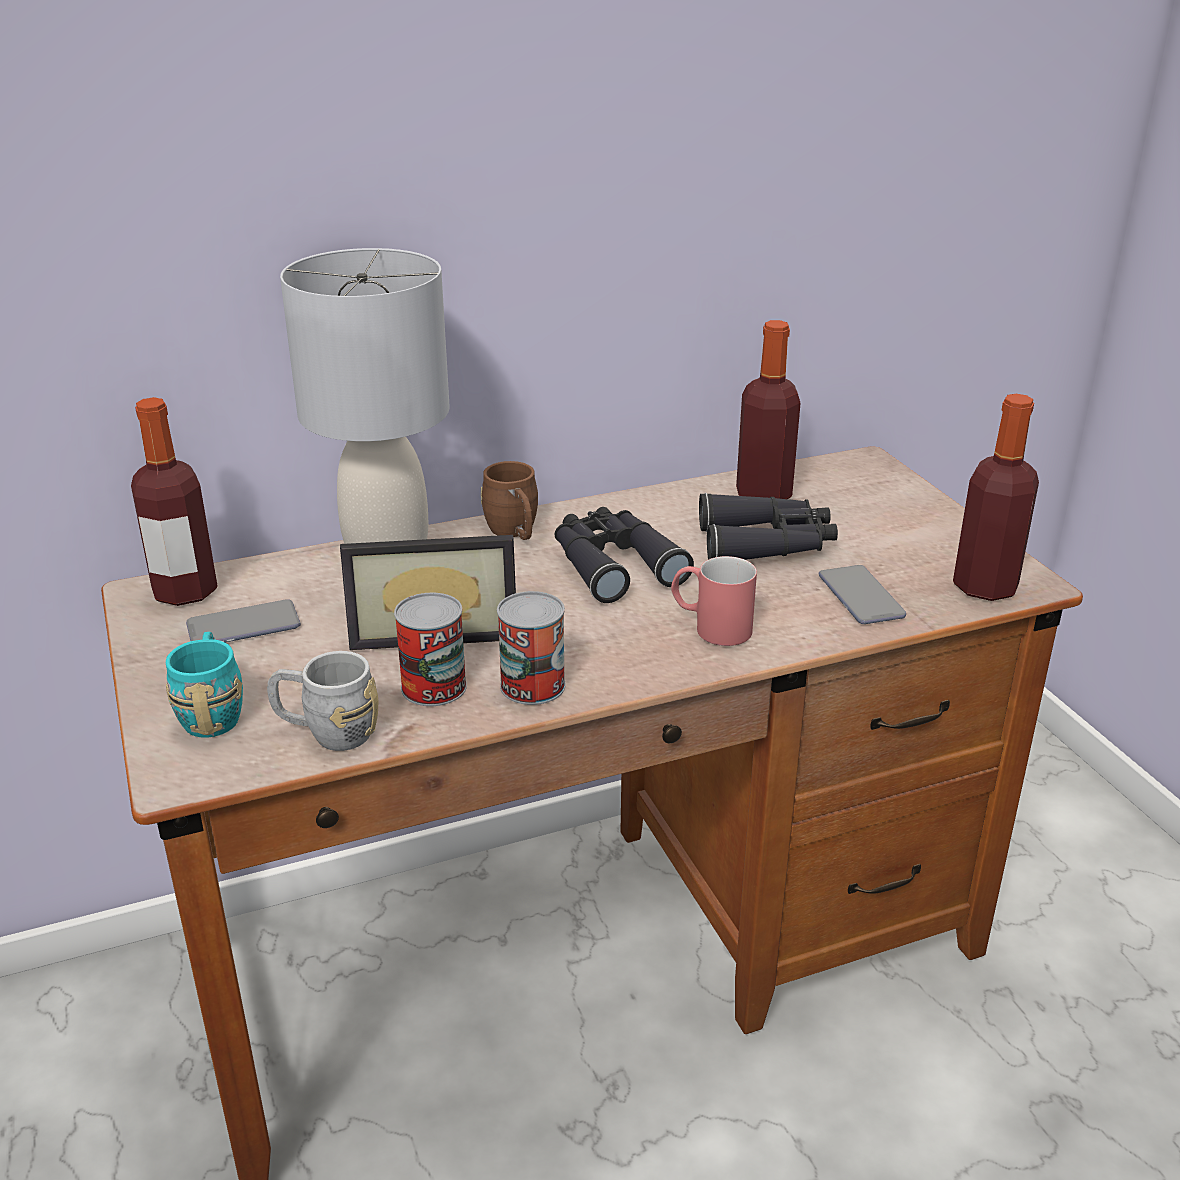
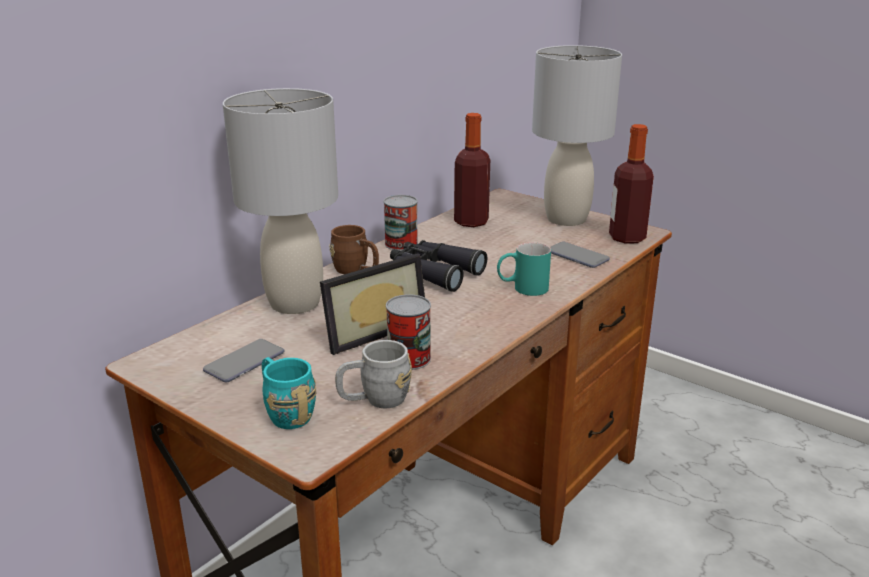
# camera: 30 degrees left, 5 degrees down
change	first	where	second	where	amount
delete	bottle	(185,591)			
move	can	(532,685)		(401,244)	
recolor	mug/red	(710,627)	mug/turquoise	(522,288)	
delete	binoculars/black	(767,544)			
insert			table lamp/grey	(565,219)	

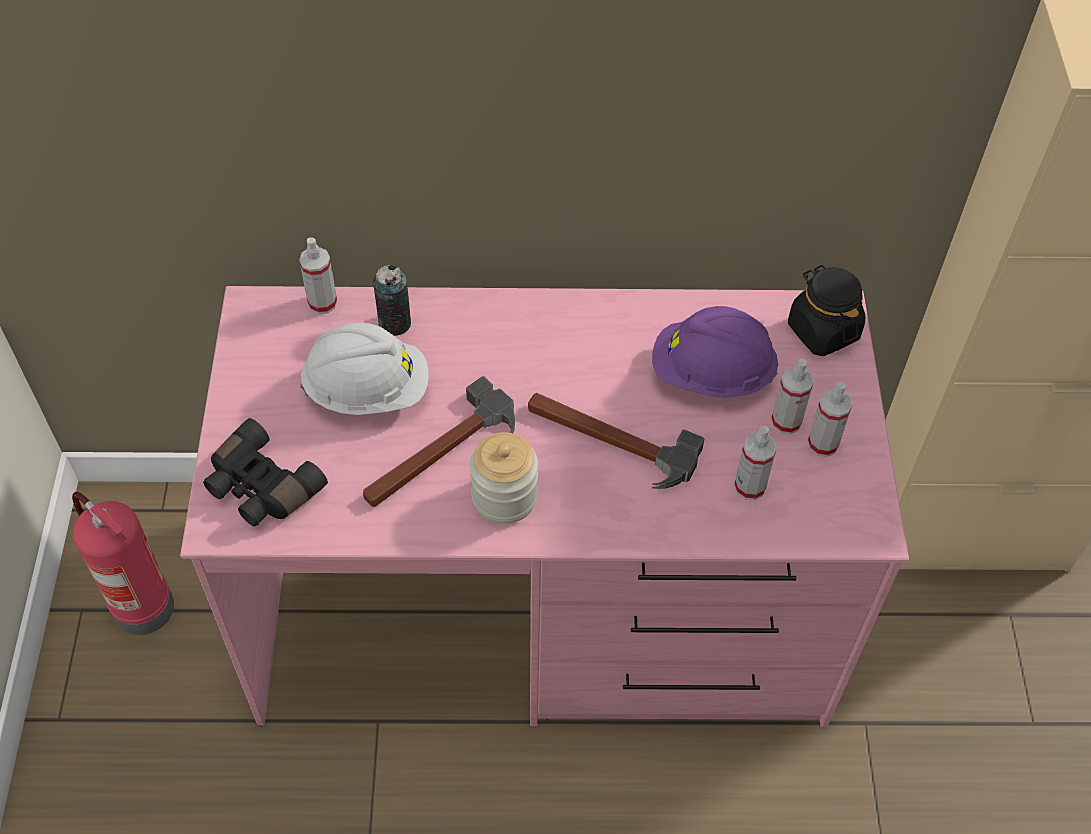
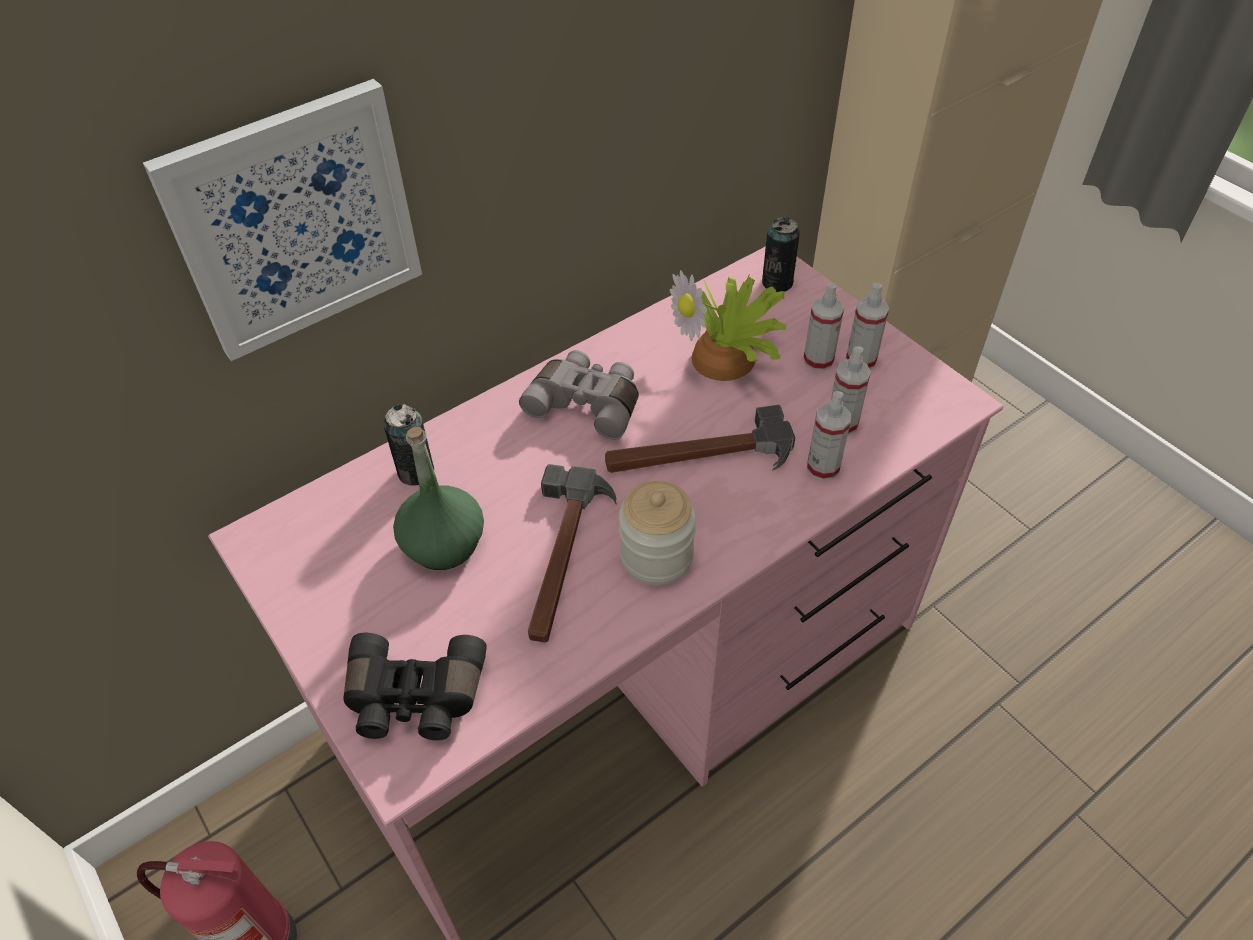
# camera: 35 degrees left, 5 degrees down
change	first	where	second	where	amount
move	spray bottle	(322,303)		(822,468)	
replace	hard hat/white	(367,390)	bottle/green	(443,544)	
replace	hard hat/purple	(711,374)	potted plant	(727,359)	
replace	jar/black	(822,331)	can	(777,282)	
insert			picture	(295,221)	
insert			binoculars/grey	(587,403)	

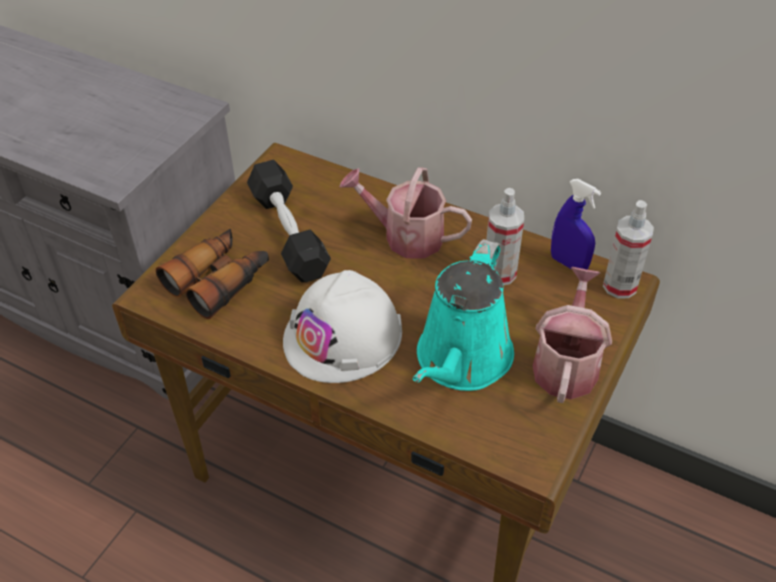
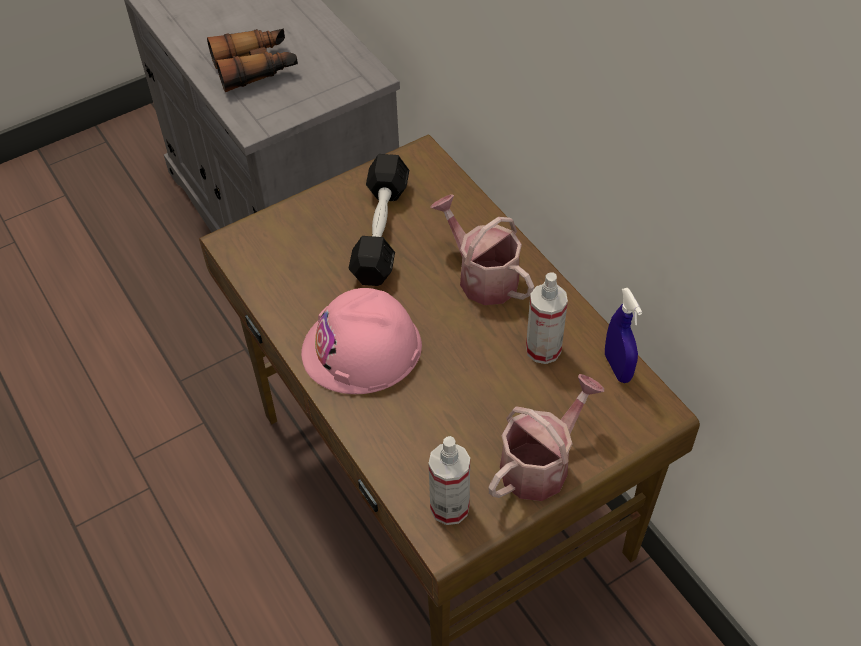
# camera: 30 degrees right, 5 degrees up
change	first	where	second	where	amount
move	binoculars	(219,280)		(255,67)	
recolor	hard hat/white	(343,336)	hard hat/pink	(362,349)	
delete	watering can/turquoise	(461,361)			
move	spray bottle	(620,286)		(449,507)	

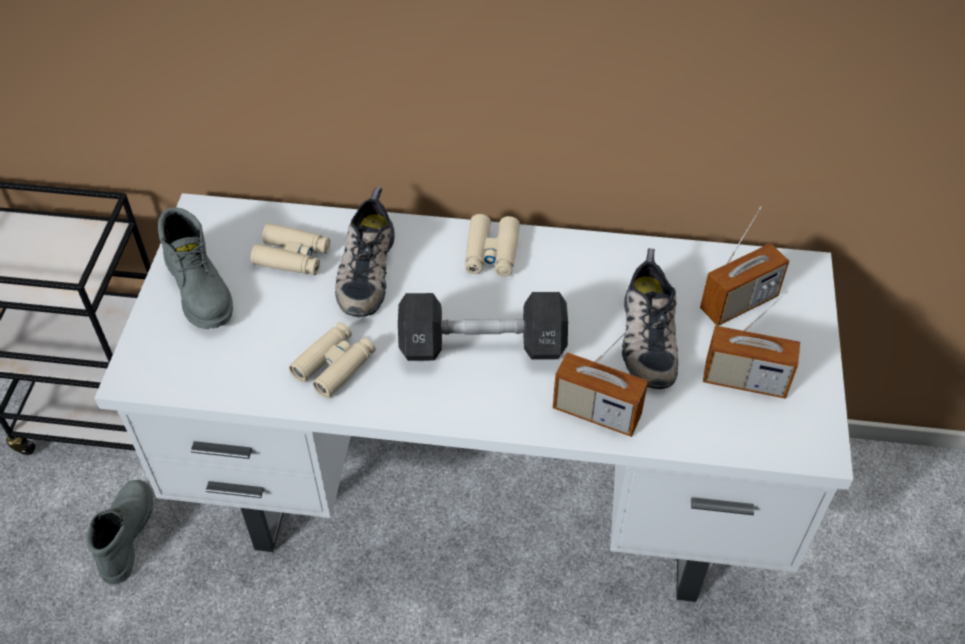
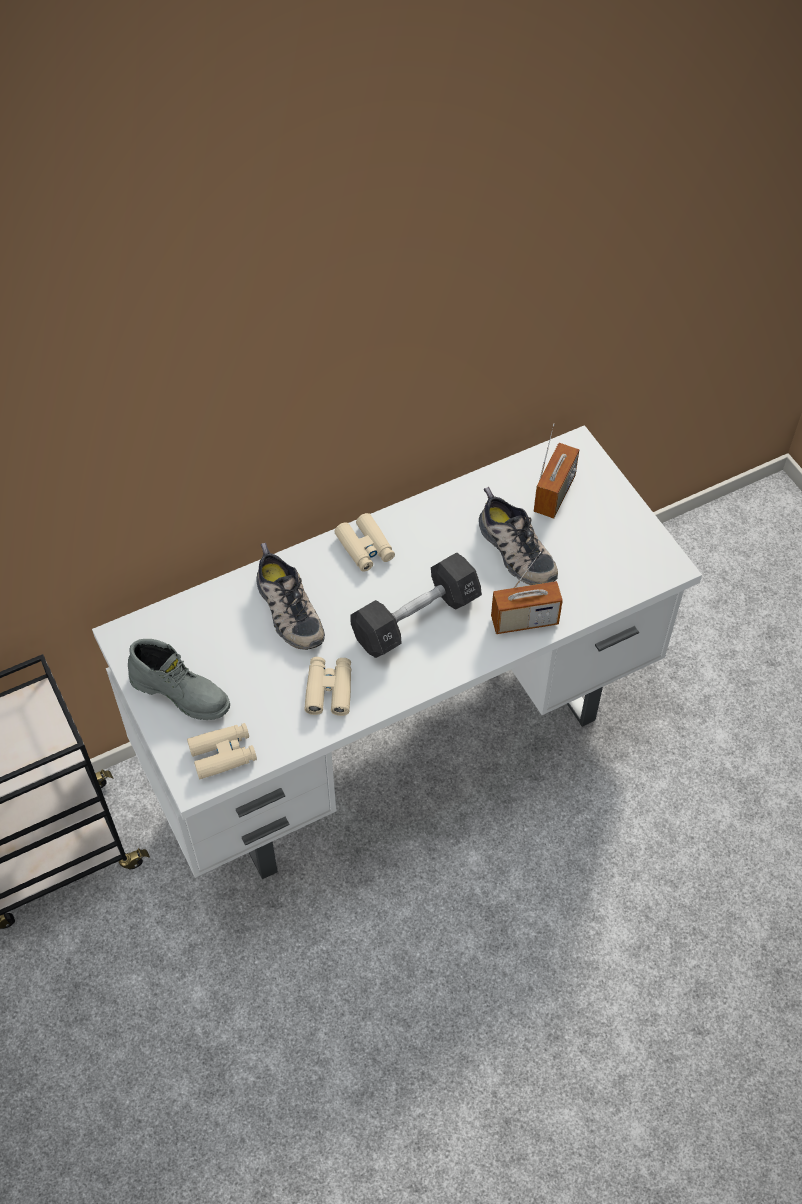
# camera: 35 degrees left, 5 degrees up
change	first	where	second	where	amount
delete	boot/grey	(125,534)			
move	binoculars/beige	(293,256)		(223,754)	
delete	radio	(744,380)			

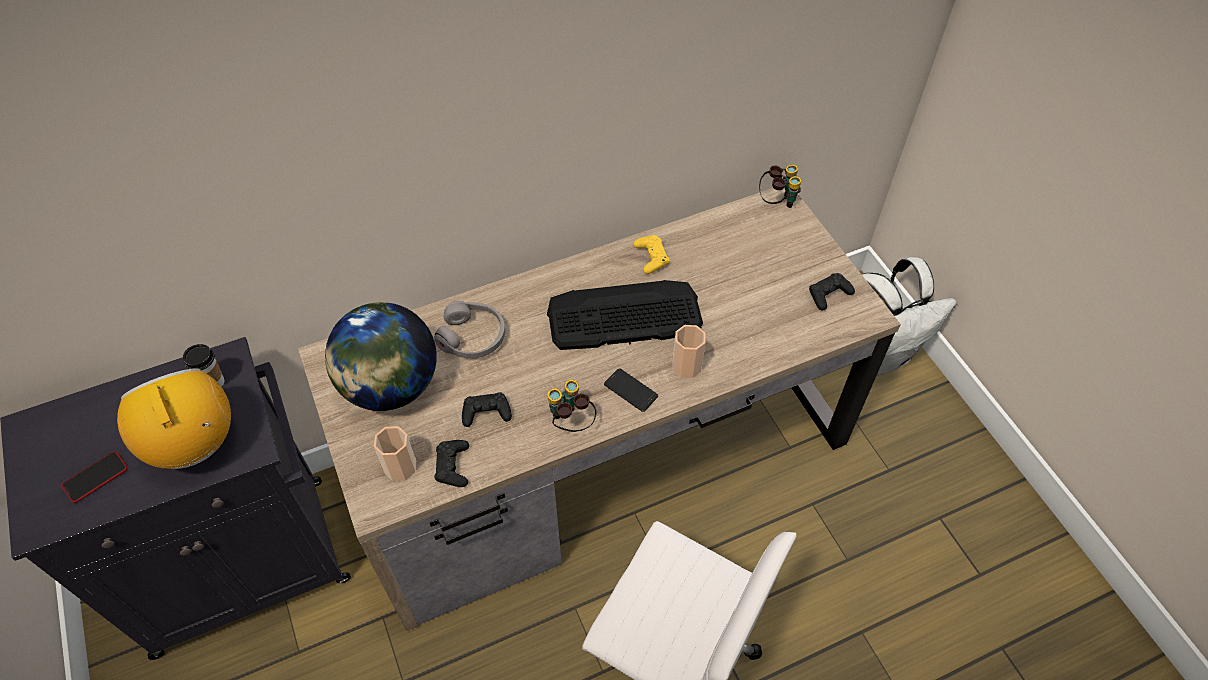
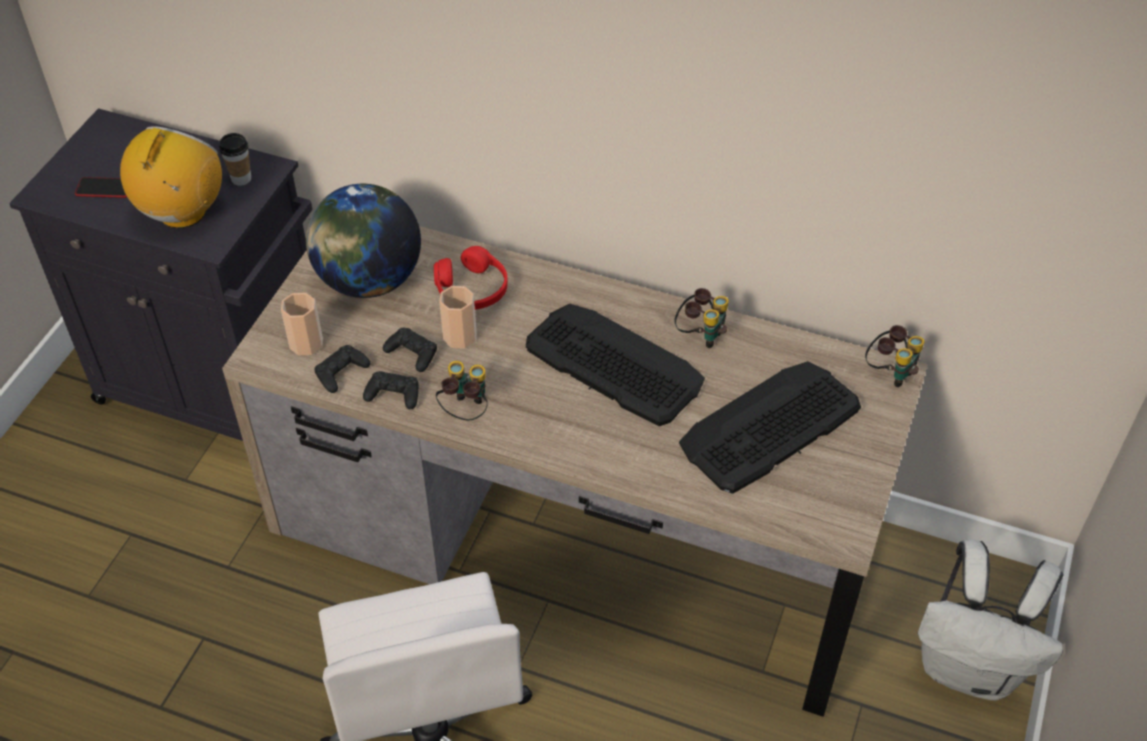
# camera: 45 degrees right, 5 degrees down
change	first	where	second	where	amount
recolor	headphones/grey	(472,337)	headphones/red	(472,289)	
delete	phone	(630,390)			
replace	game controller/yellow	(651,257)	binoculars	(700,334)	
move	cup	(686,366)		(460,336)	
move	game controller/black	(829,294)		(393,394)	
insert			keyboard	(769,427)	

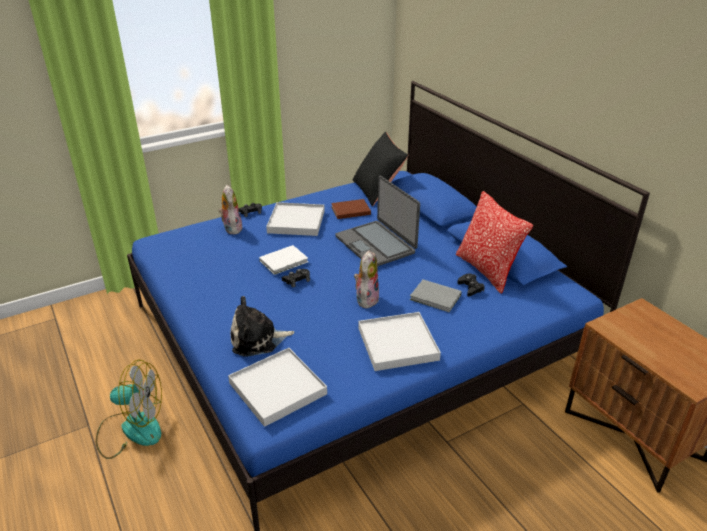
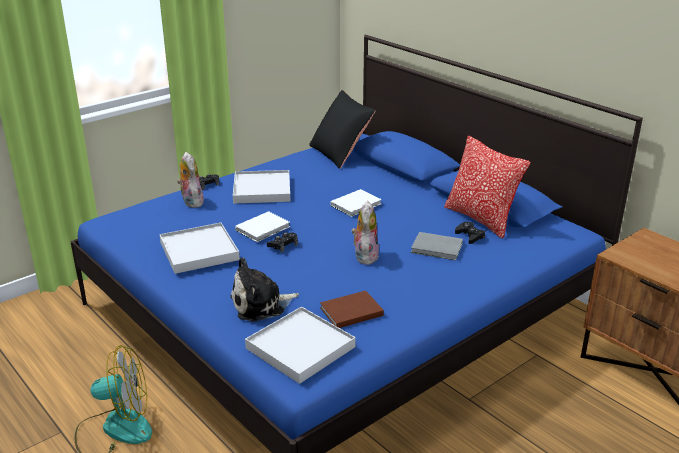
# camera: 10 degrees left, 5 degrees down
change	first	where	second	where	amount
move	book/brown	(349,210)		(349,311)	
replace	laptop	(376,244)	book/white	(357,204)	
move	tray/white	(397,344)		(199,251)	

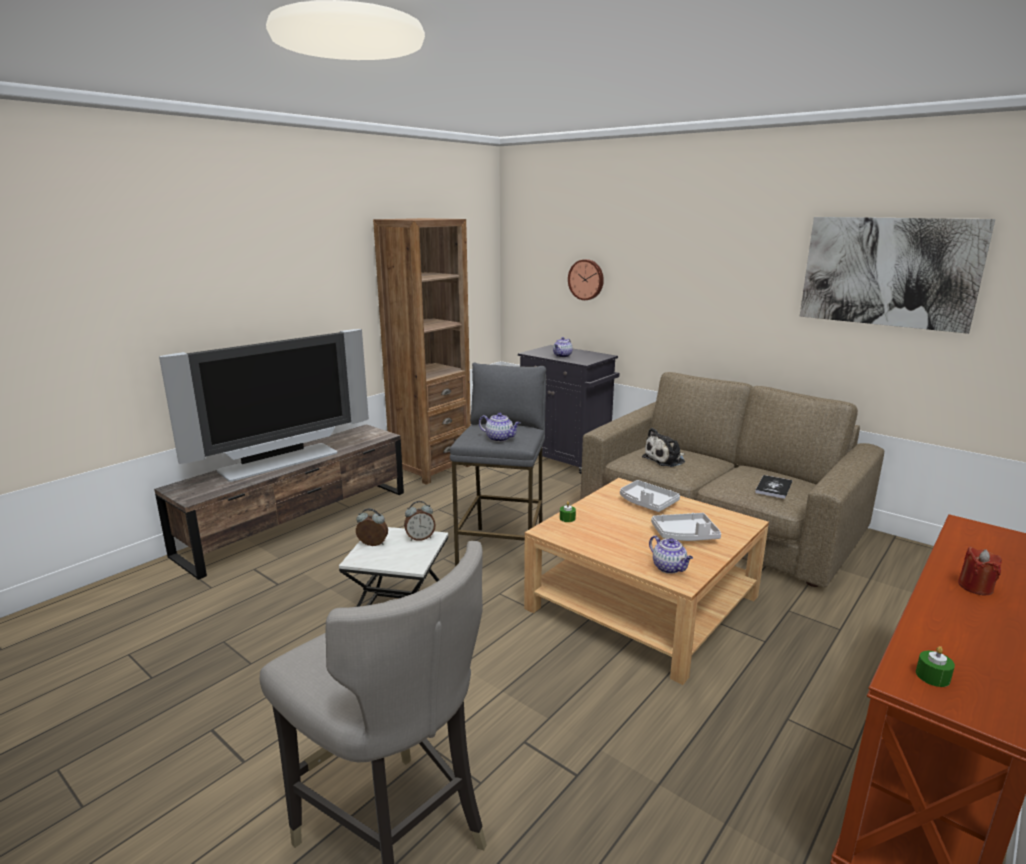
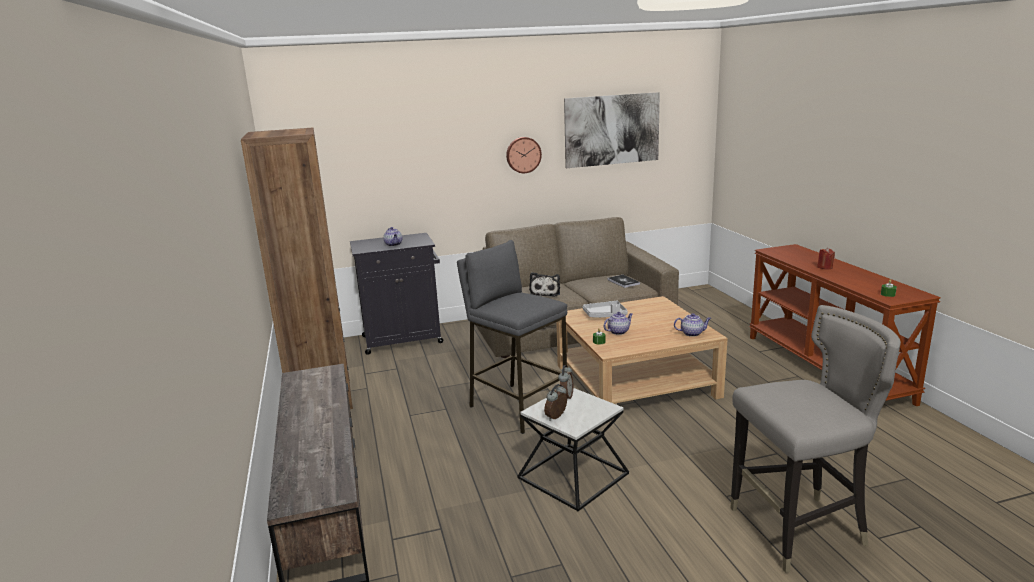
# camera: 55 degrees left, 0 degrees up
change	first	where	second	where	amount
delete	television	(280,462)			
move	teapot	(500,438)		(618,331)	
move	wall clock	(586,279)		(523,155)	
delete	tray/grey	(685,535)			

